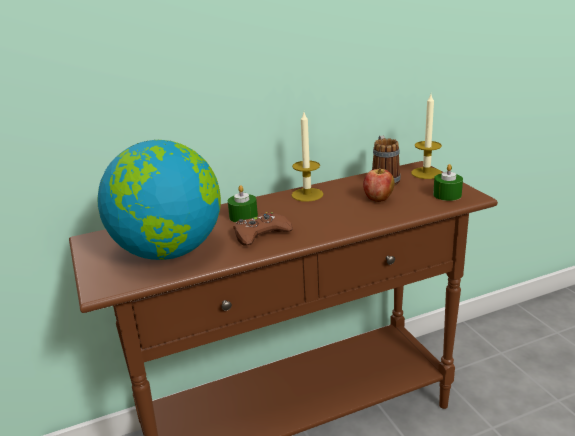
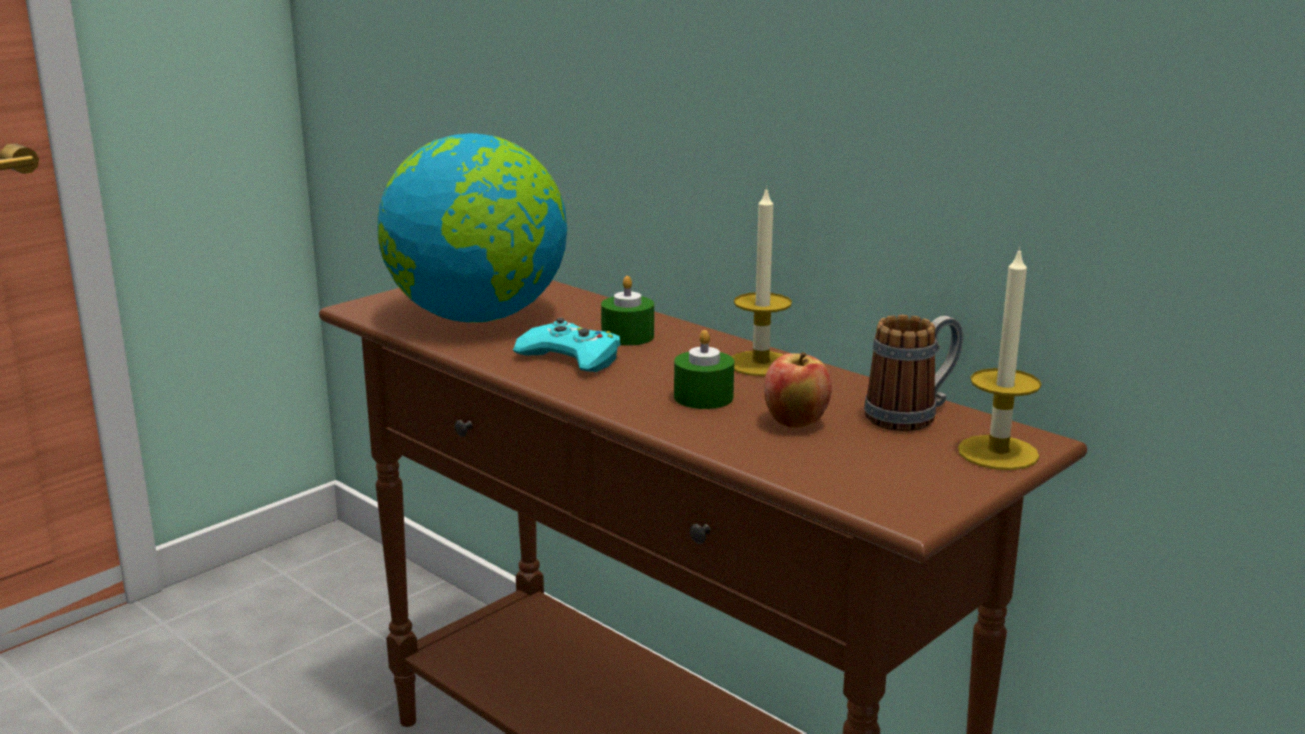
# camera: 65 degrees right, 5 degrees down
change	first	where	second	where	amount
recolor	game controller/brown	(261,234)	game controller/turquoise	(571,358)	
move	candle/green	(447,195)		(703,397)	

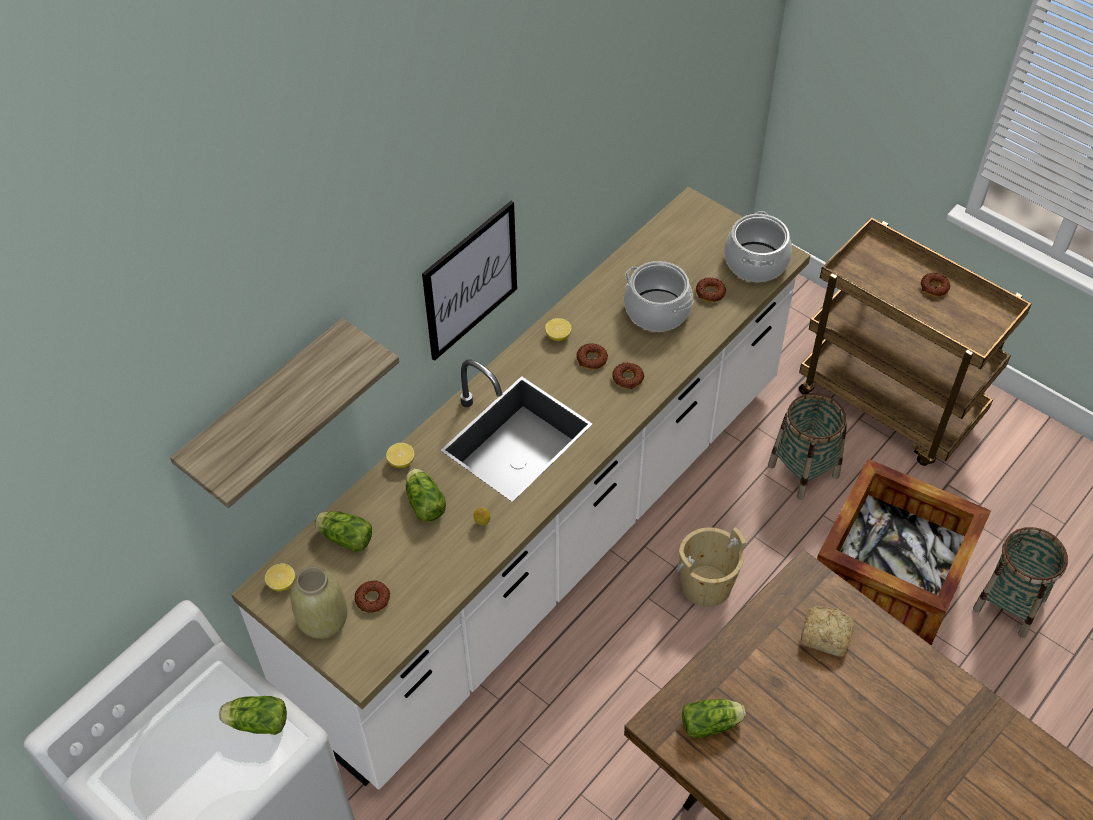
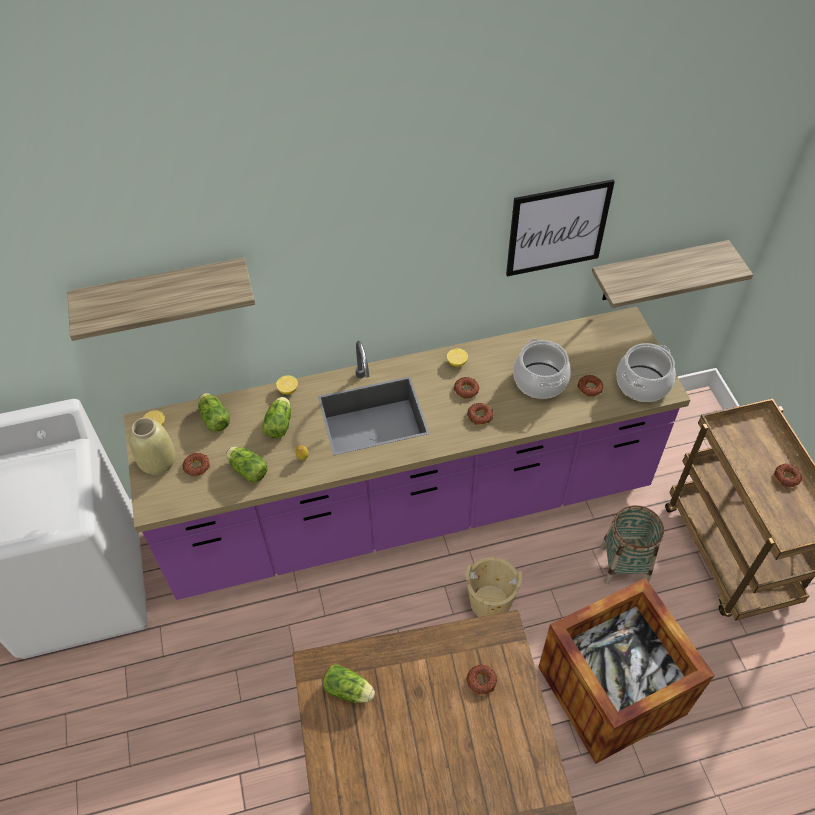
# camera: 35 degrees right, 0 degrees up
change	first	where	second	where	amount
move	lettuce	(255,722)		(247,469)	
recolor	counter/white	(548,540)	counter/purple	(409,508)	
move	picture	(470,280)		(557,228)	
replace	bread	(824,634)	donut	(481,681)	
delete	basket	(1009,604)			
insert			shelf	(656,271)	

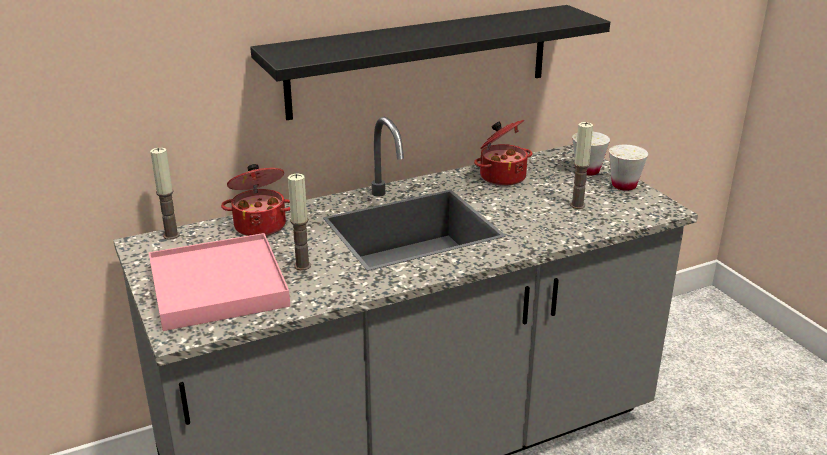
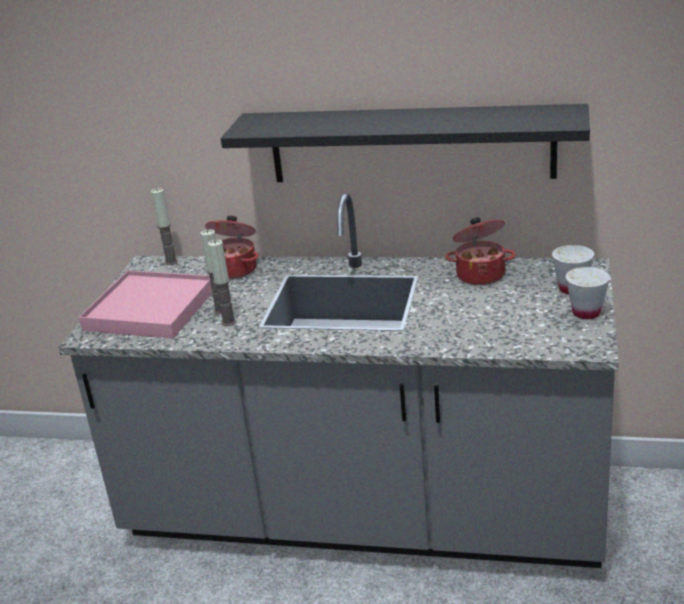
# camera: 40 degrees right, 0 degrees up
change	first	where	second	where	amount
move	candle	(577,205)		(228,322)	

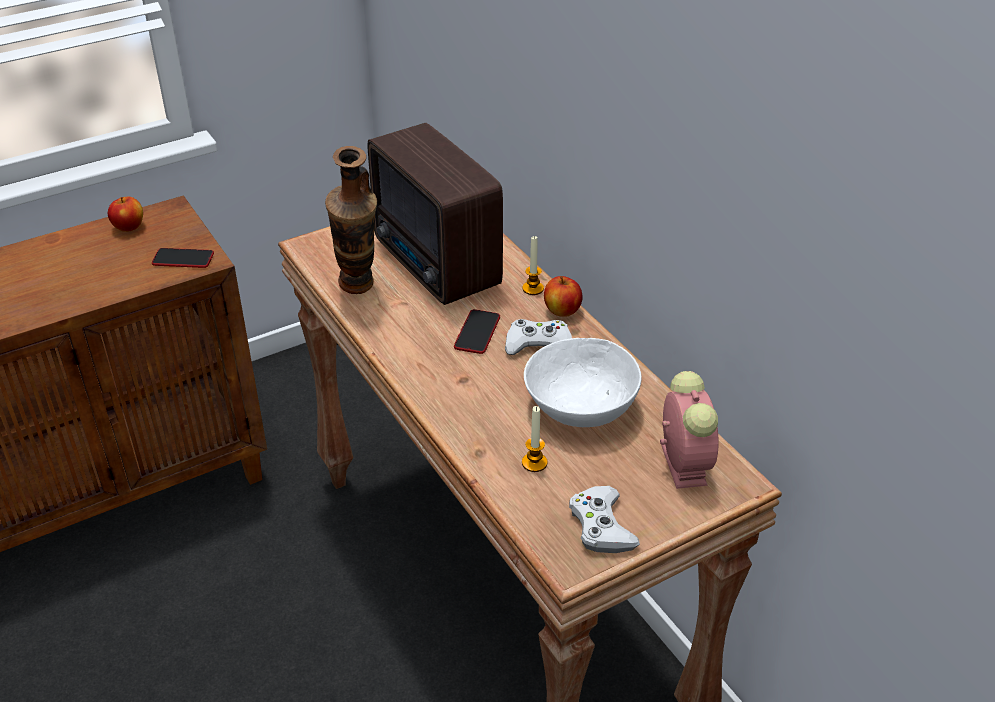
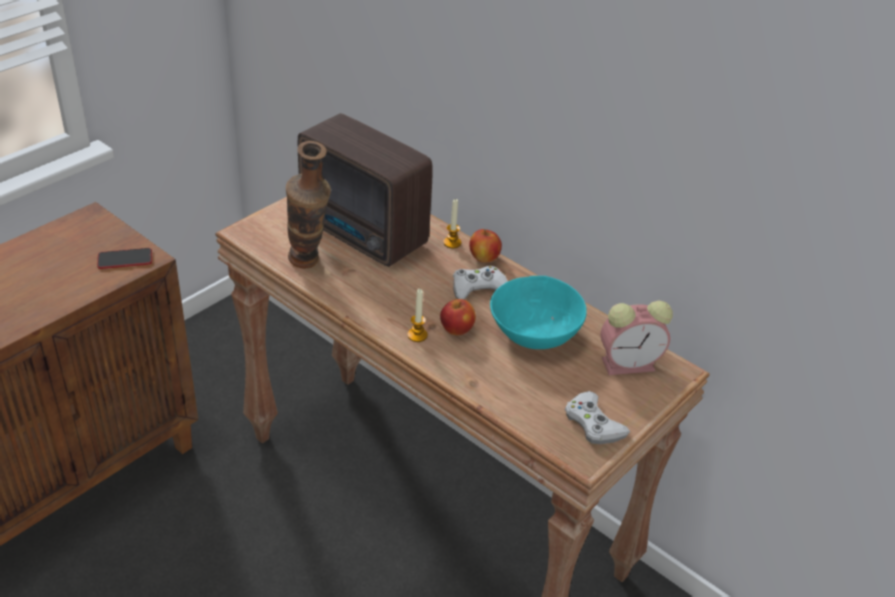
# camera: 20 degrees left, 0 degrees up
change	first	where	second	where	amount
move	apple	(129,227)		(456,329)	
delete	phone	(477,332)			
move	candle	(534,463)		(417,335)	
recolor	bowl/white	(580,407)	bowl/turquoise	(534,333)	
rotate	alarm clock	(682,463)		(630,363)	105 degrees clockwise

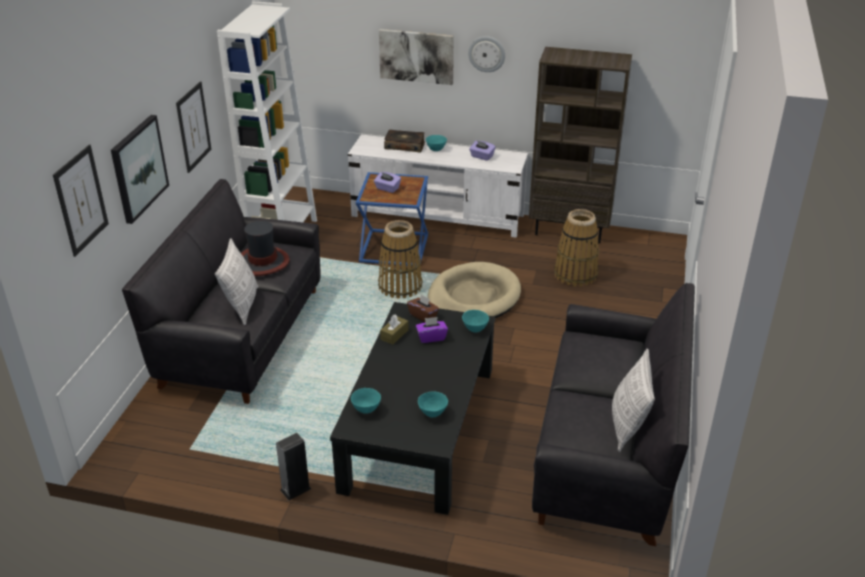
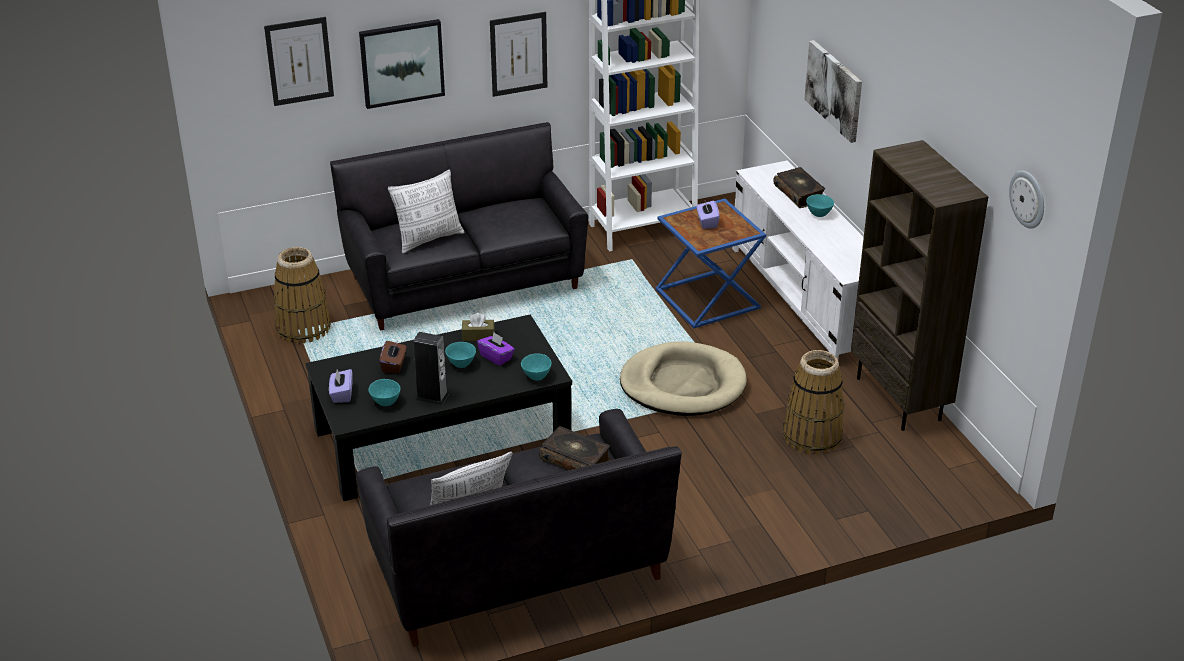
# camera: 55 degrees right, 0 degrees up
change	first	where	second	where	amount
delete	hat	(262,262)			
move	speaker	(295,489)		(432,396)	
move	bowl/turquoise	(366,409)		(461,364)	
move	basket	(400,286)		(303,328)	
move	tissue box/brown	(423,315)		(394,365)	
move	wall clock	(487,54)		(1028,199)	
move	tissue box/purple	(482,156)		(341,394)	
insert			book	(575,459)	

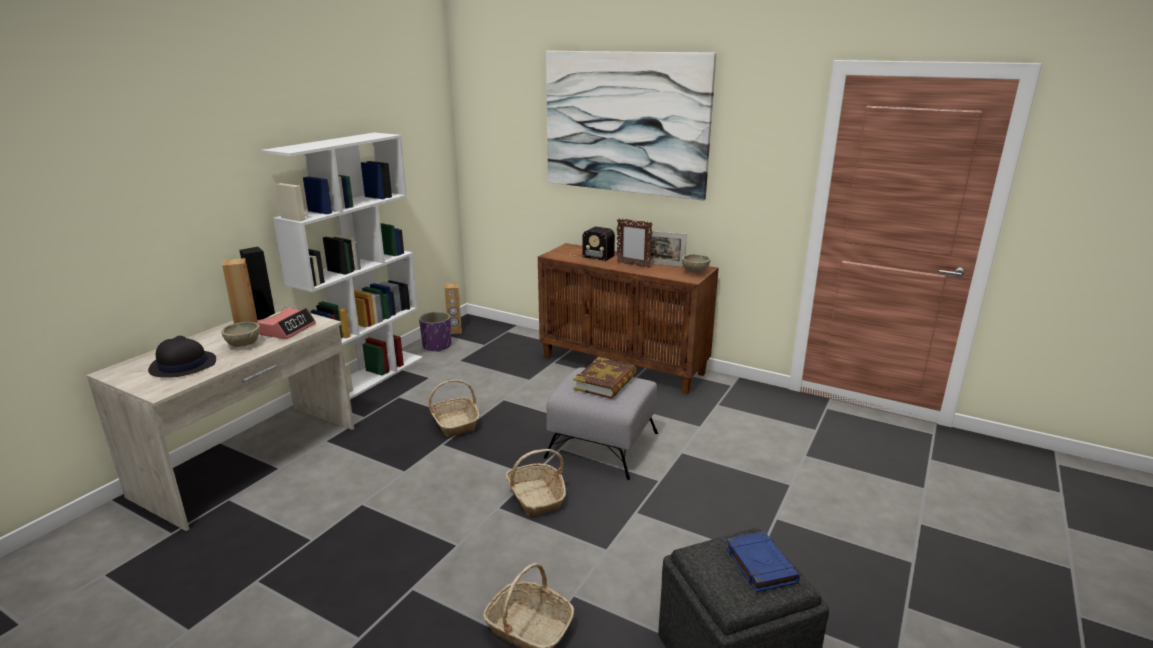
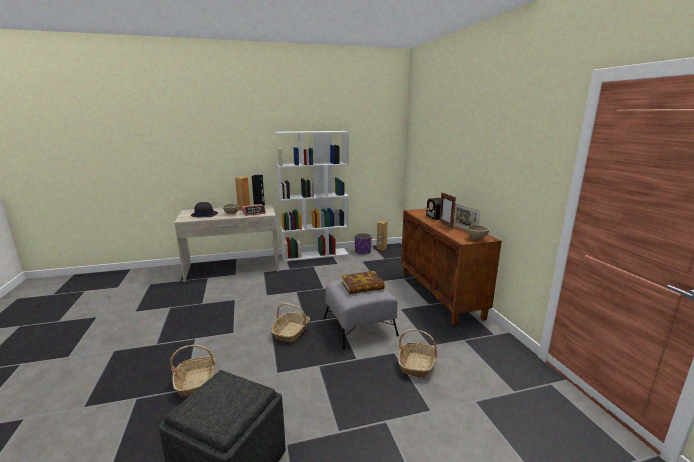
# camera: 45 degrees right, 5 degrees down
change	first	where	second	where	amount
move	basket	(455,423)		(417,364)	
delete	picture	(625,123)			
delete	book/blue	(759,564)			

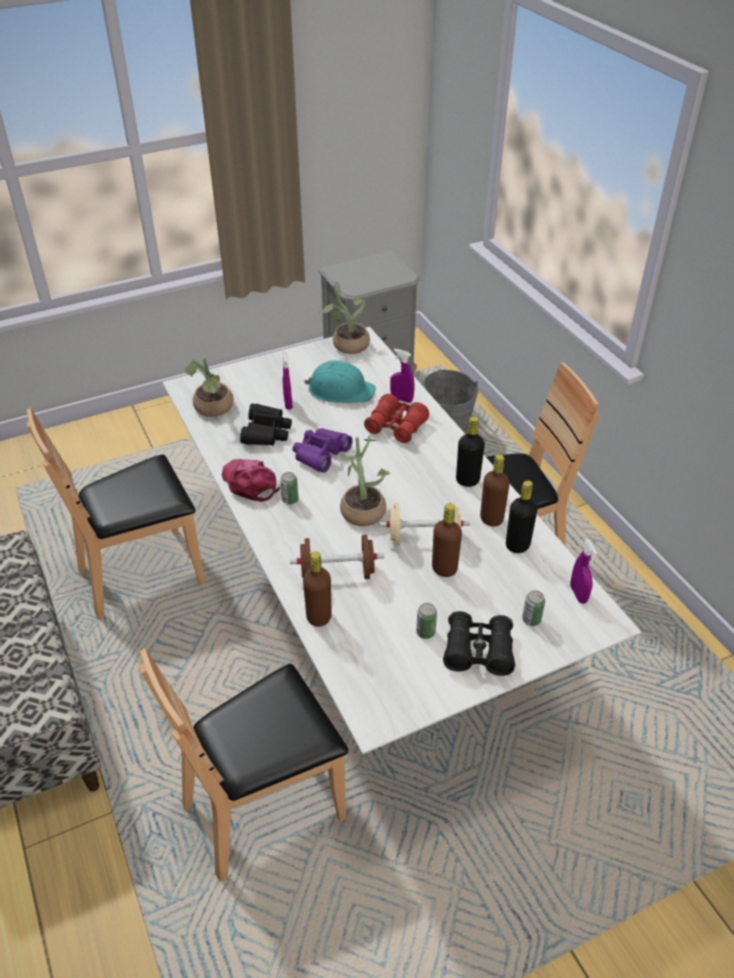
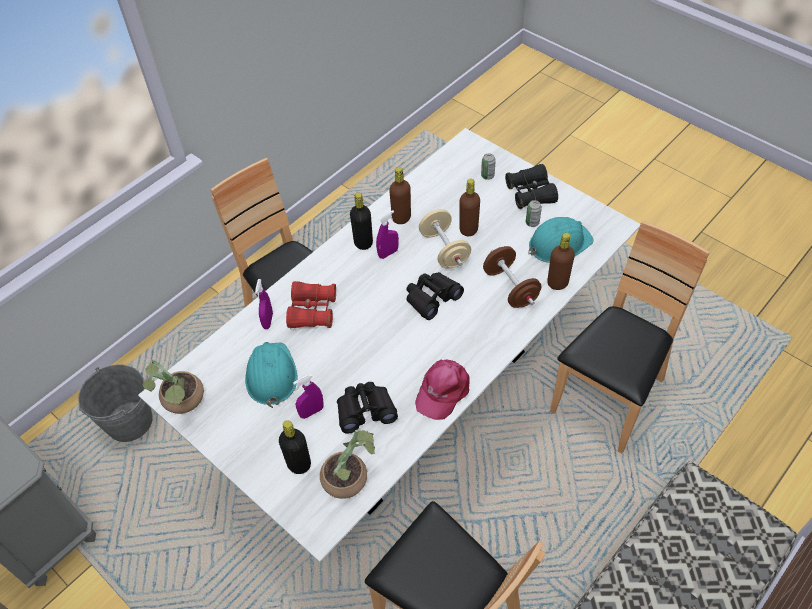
# camera: 110 degrees left, 10 degrees up
change	first	where	second	where	amount
rotate	chair/brown	(264,808)		(608,397)	90 degrees counterclockwise
delete	can	(290,500)			
delete	binoculars/purple	(320,454)			
replace	potted plant	(362,508)	binoculars/black	(432,298)	
move	bottle/black	(517,545)		(299,464)	
move	spray bottle/purple	(578,594)		(388,253)	
insert			hard hat/turquoise	(558,243)	

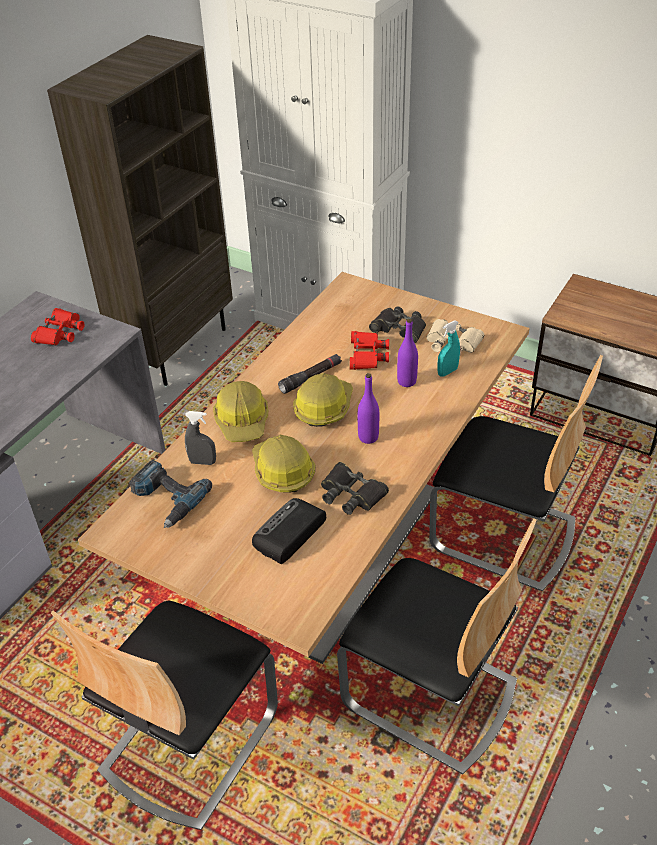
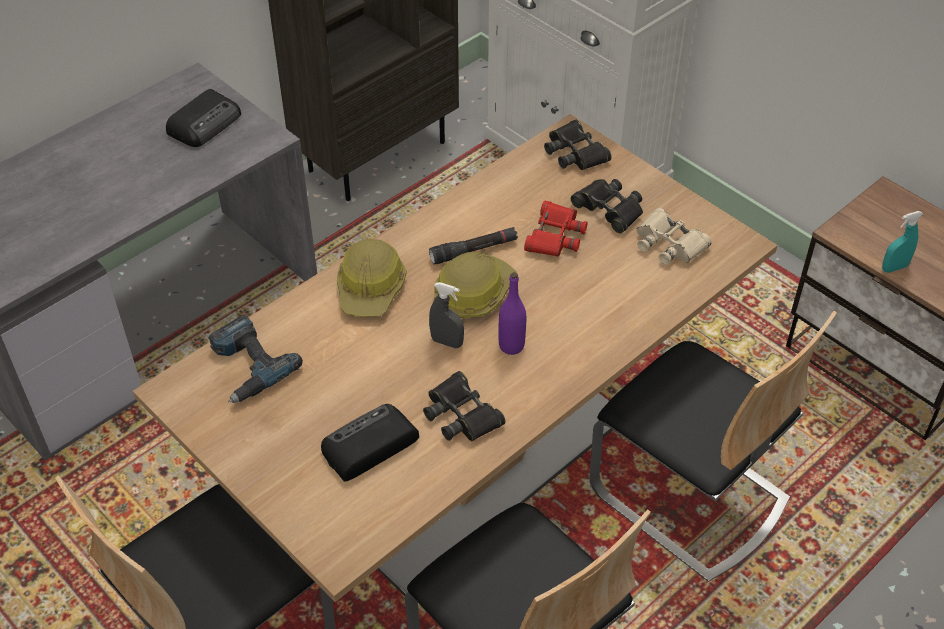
# camera: 15 degrees right, 5 degrees up
change	first	where	second	where	amount
replace	binoculars/red	(60,332)	radio	(205,123)	
move	spray bottle/grey	(202,462)		(446,342)	
delete	hard hat	(282,471)			
delete	bottle/purple	(406,381)			
move	spray bottle/turquoise	(447,372)		(894,268)	
insert			binoculars/black	(575,152)	

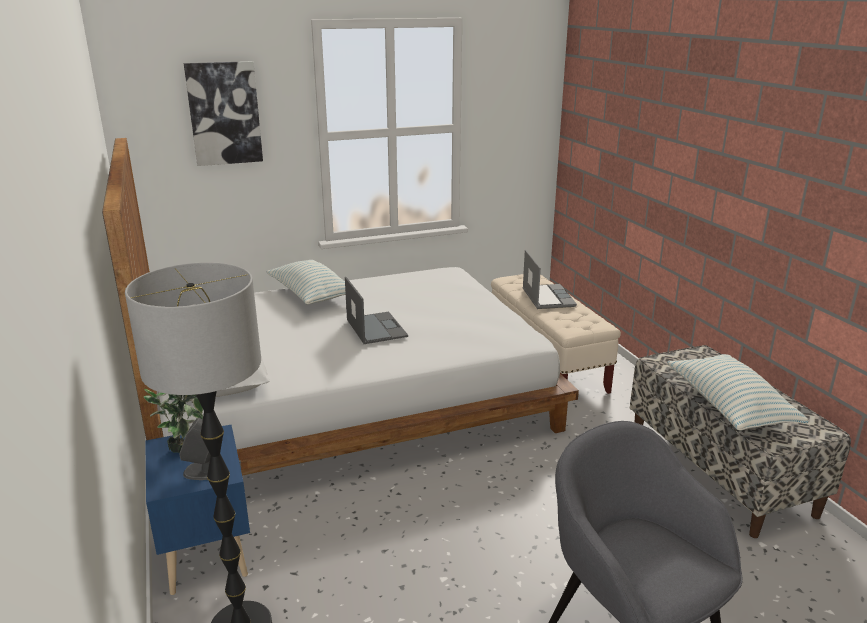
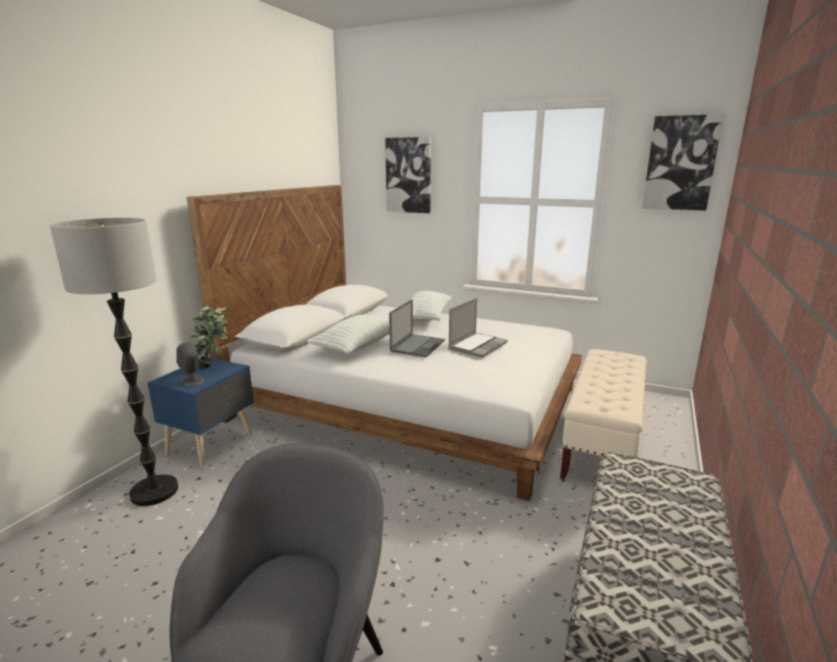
# camera: 45 degrees right, 5 degrees down
change	first	where	second	where	amount
move	laptop	(547,298)		(477,345)	
move	pillow	(729,406)		(358,346)	
insert			picture	(680,163)	

